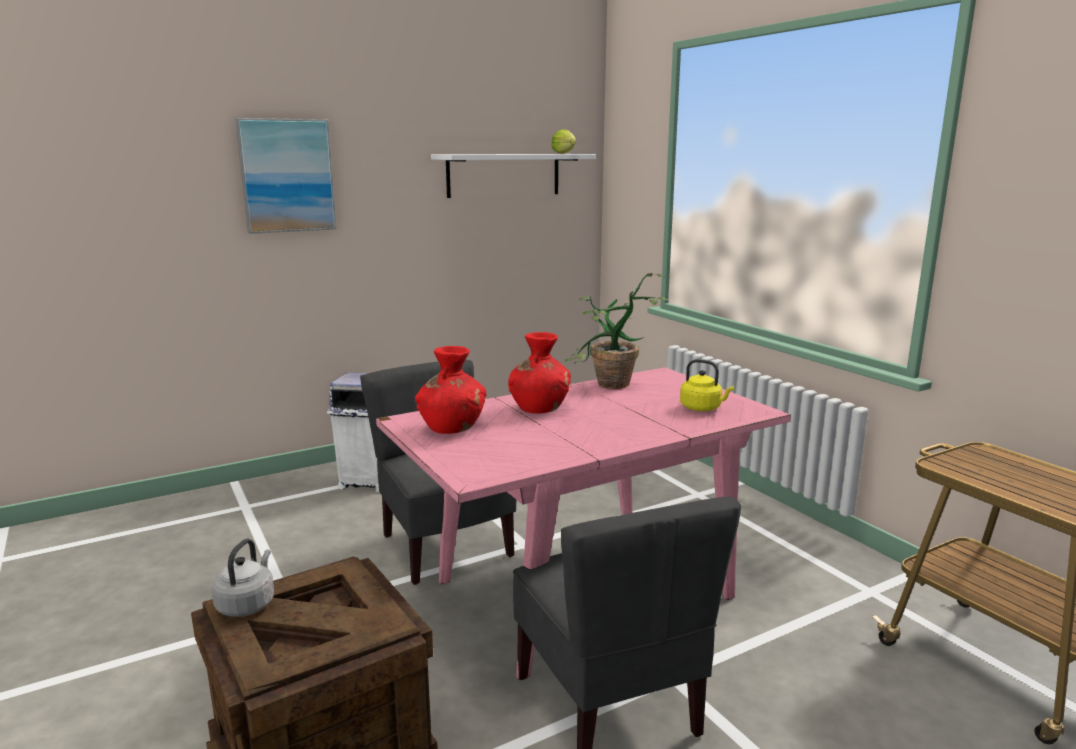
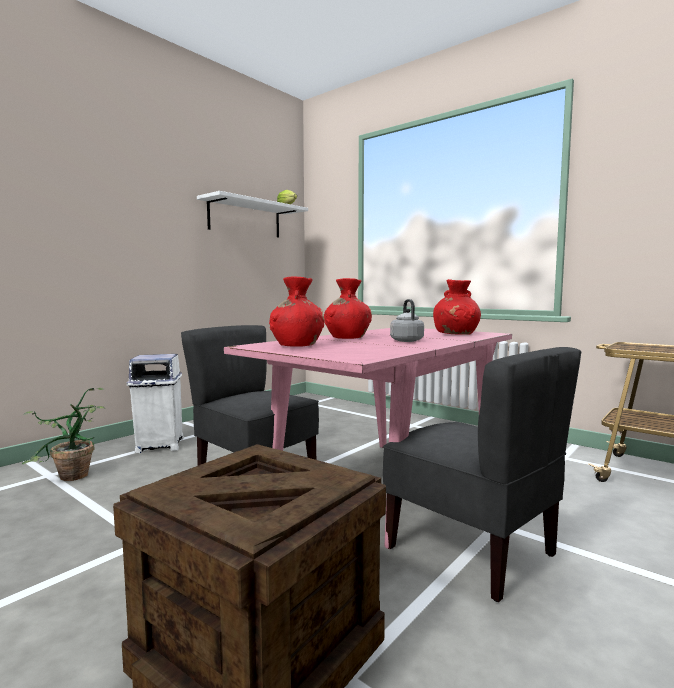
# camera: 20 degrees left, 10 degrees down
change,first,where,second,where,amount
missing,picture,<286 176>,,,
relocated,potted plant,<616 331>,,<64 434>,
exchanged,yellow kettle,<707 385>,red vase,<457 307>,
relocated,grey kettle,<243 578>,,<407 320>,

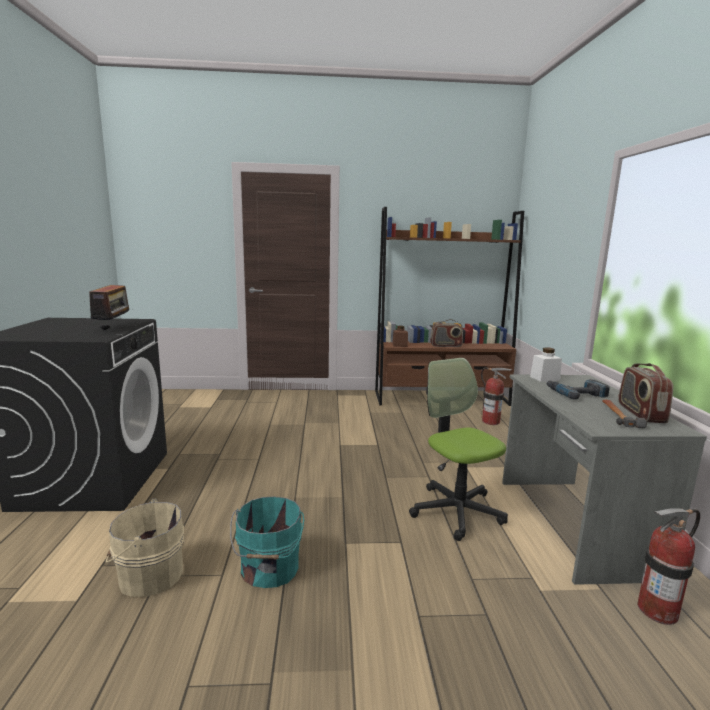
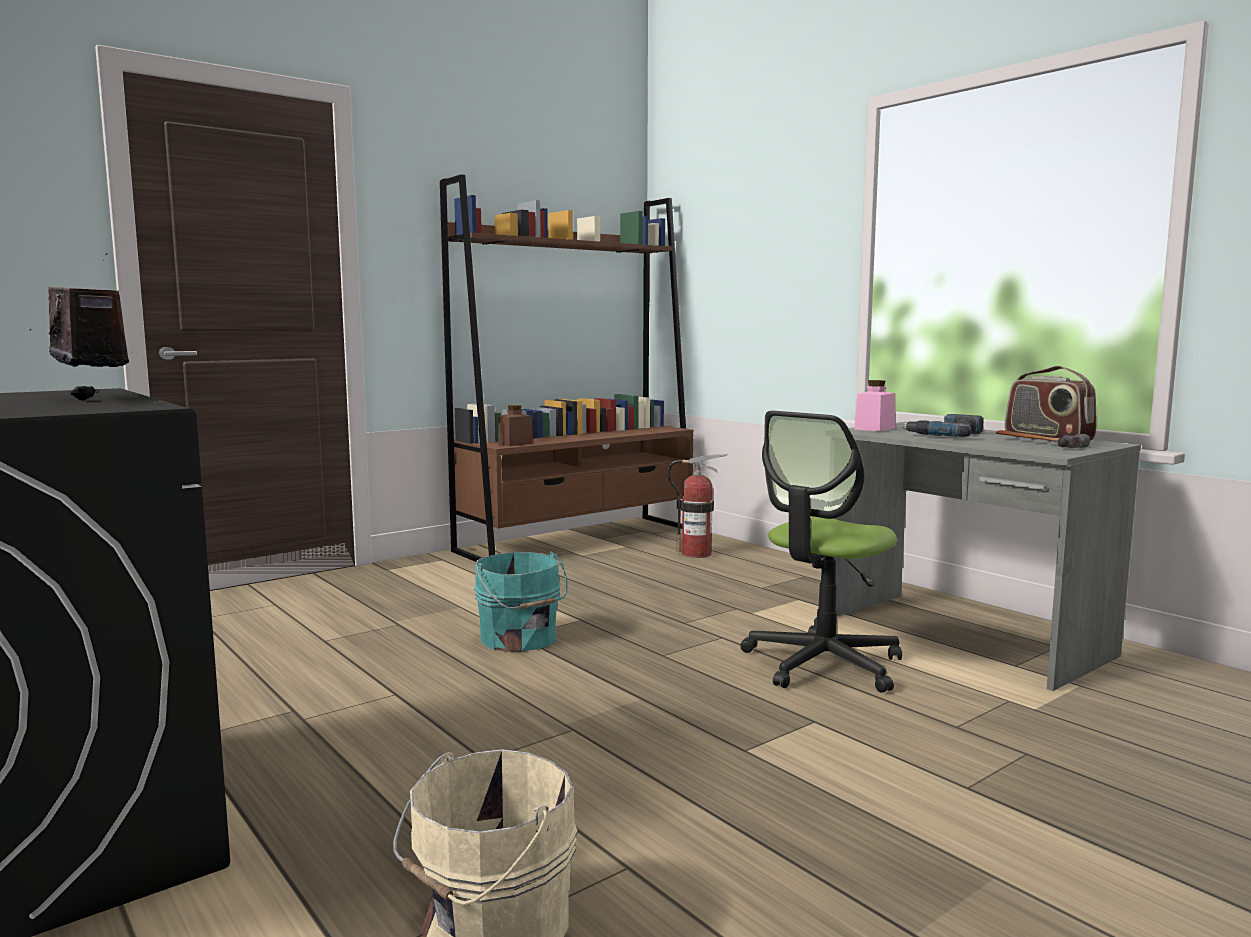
# camera: 35 degrees left, 5 degrees down
change,first,where,second,where,amount
missing,radio,<446 333>,,,
colour,white jar,<546 364>,pink jar,<874 406>,
spun,office chair,<458 449>,,<821 552>,75 degrees counterclockwise
relocated,turquoise bucket,<267 542>,,<521 601>,
missing,fire extinguisher,<668 566>,,,

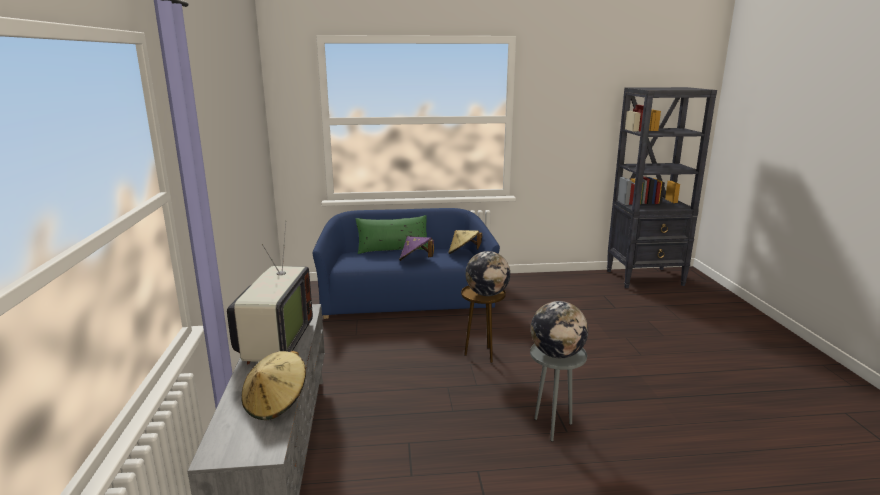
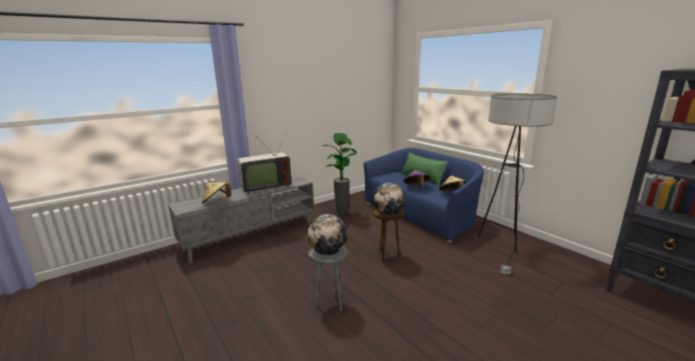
# camera: 60 degrees right, 0 degrees up
change,first,where,second,where,amount
appeared,,,floor lamp,<517 184>,
appeared,,,potted plant,<339 174>,

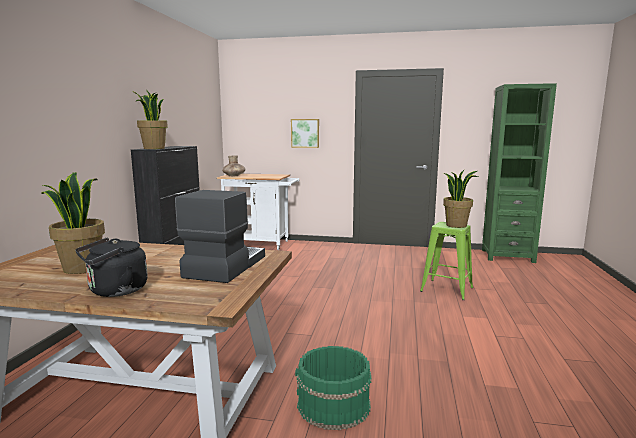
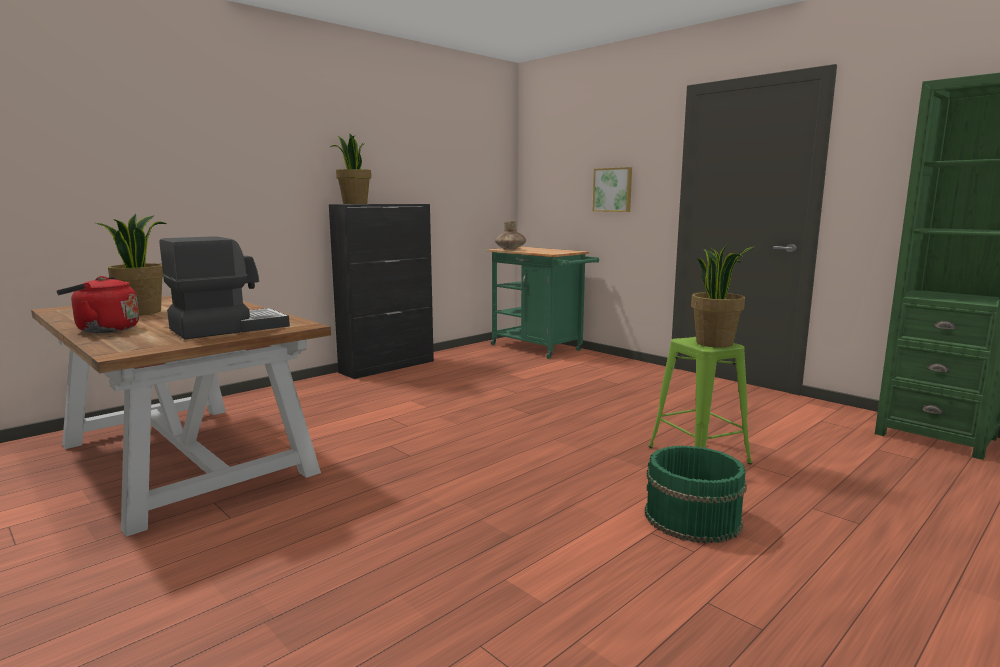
# camera: 35 degrees right, 0 degrees up
change,first,where,second,where,amount
colour,white cart,<258 211>,green cart,<542 303>,
colour,black kettle,<111 267>,red kettle,<97 304>,
relocated,green bucket,<333 388>,,<696 494>,

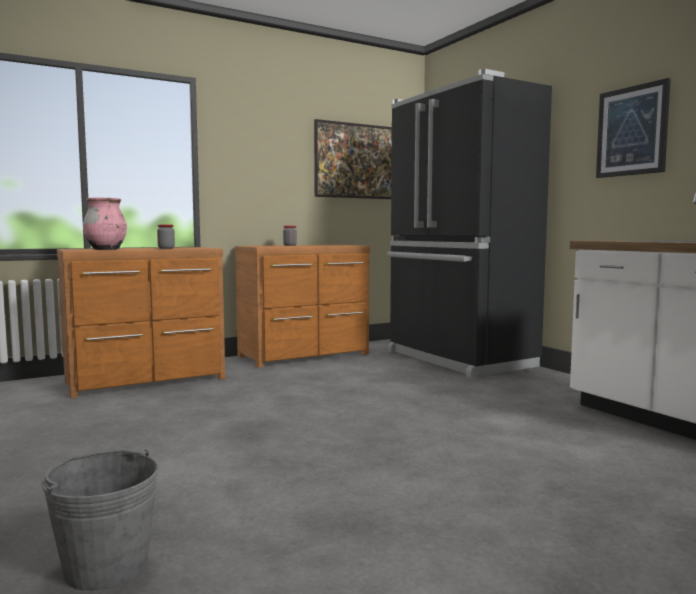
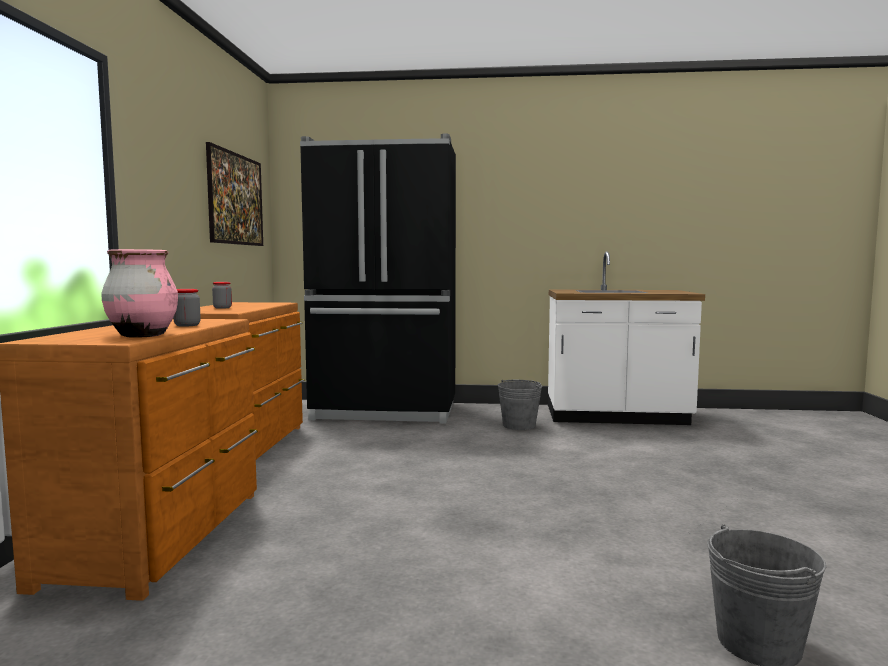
# camera: 55 degrees left, 0 degrees up
change,first,where,second,where,amount
missing,picture,<633 128>,,,
appeared,,,grey bucket,<520 405>,

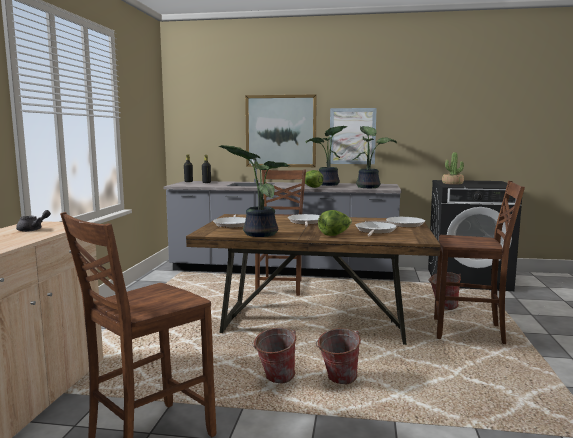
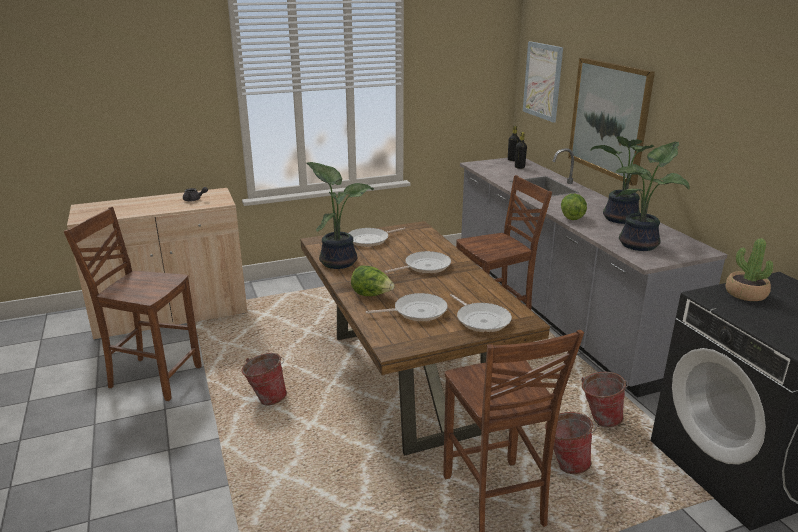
# camera: 60 degrees right, 15 degrees up
change,first,where,second,where,amount
relocated,picture,<353 136>,,<543 82>,
relocated,bucket,<338 356>,,<604 399>,

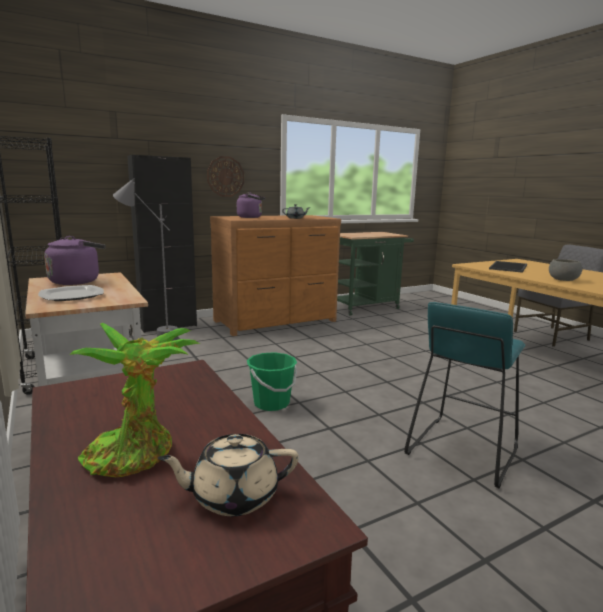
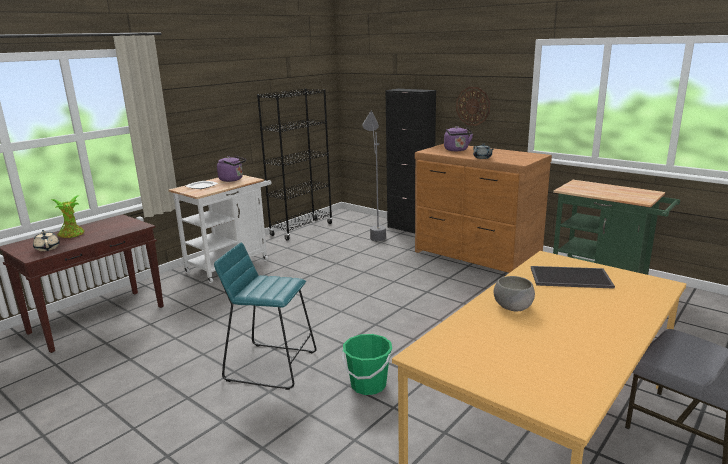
# camera: 70 degrees right, 5 degrees up
change,first,where,second,where,amount
relocated,green bucket,<272 381>,,<367 364>,

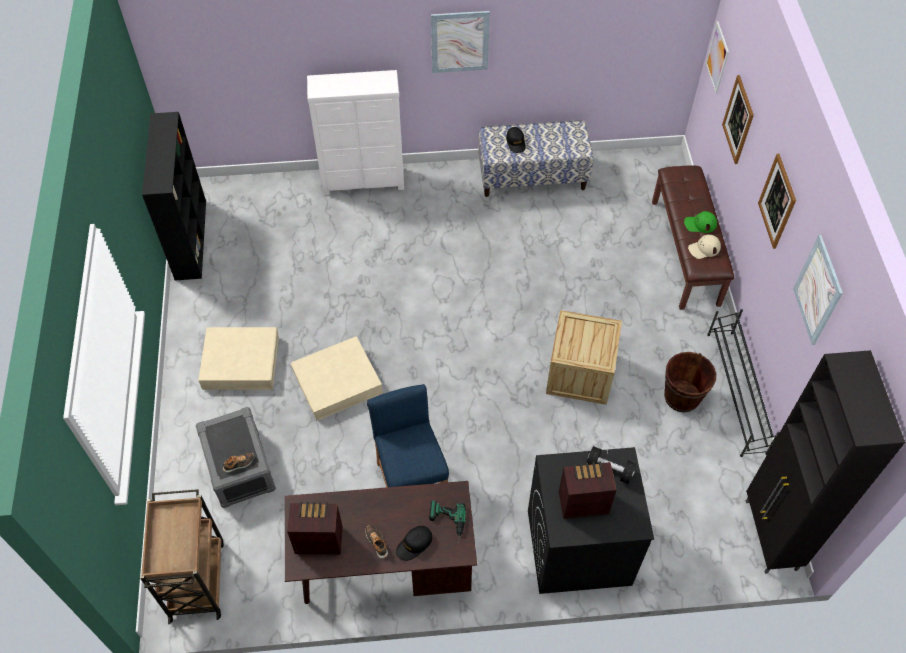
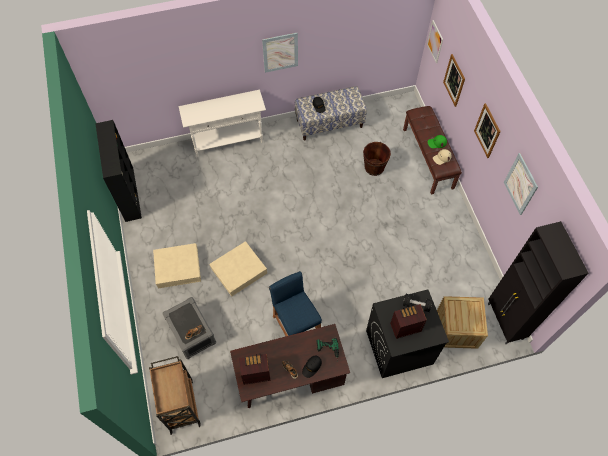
# camera: 10 degrees left, 5 degrees up
change,first,where,second,where,amount
exchanged,white dresser,<355 132>,white console table,<222 123>,
missing,black shoe rack,<743 383>,,,
relocated,crate,<584 357>,,<462 322>,
relocated,brown bucket,<690 382>,,<377 159>,

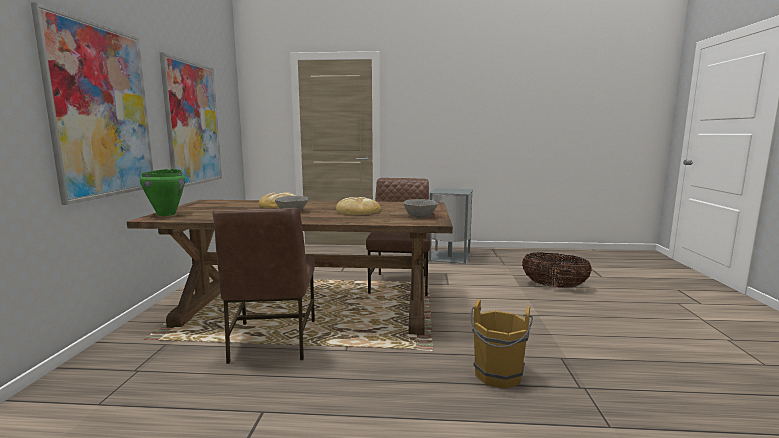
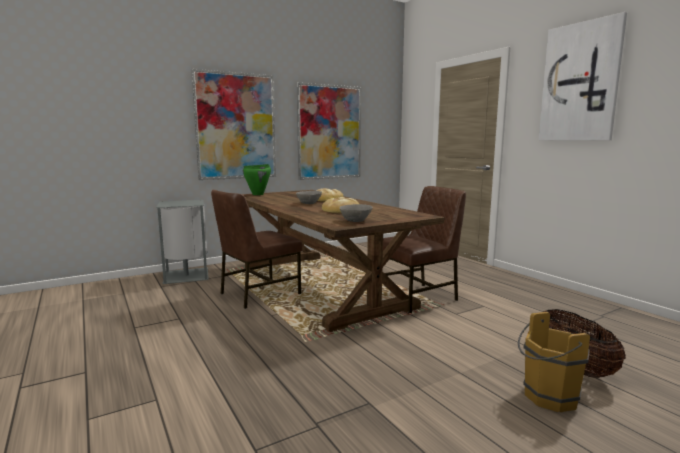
# camera: 55 degrees right, 0 degrees up
change,first,where,second,where,amount
relocated,grey trash can,<451 226>,,<182 242>,
relocated,brown bucket,<502 344>,,<554 362>,
appeared,,,picture,<582 76>,

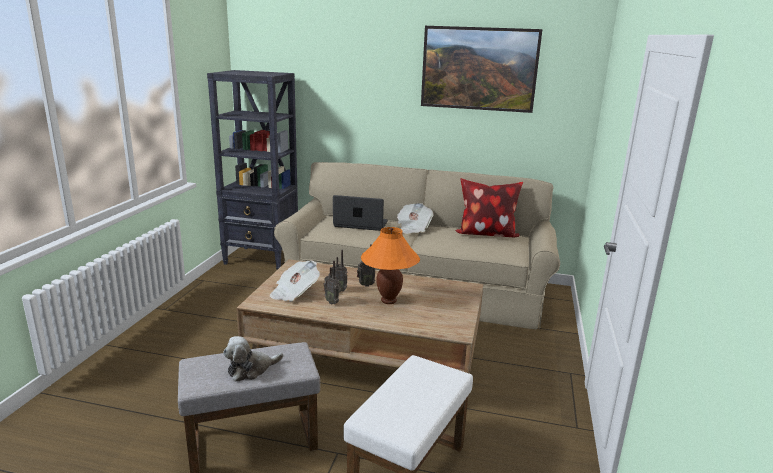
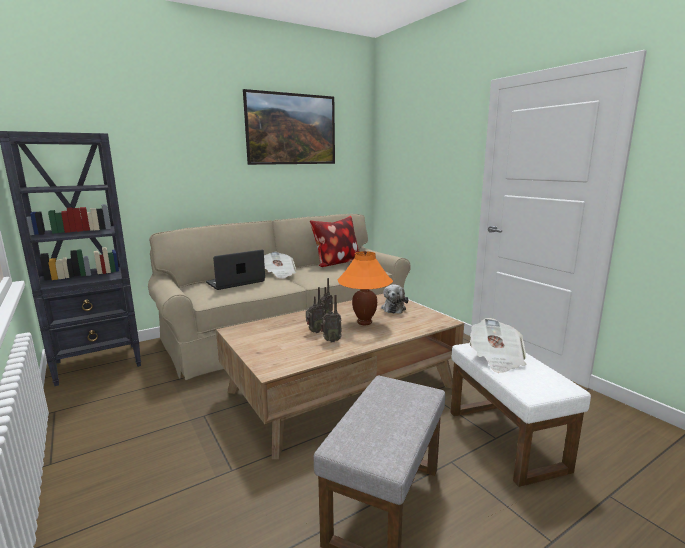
# camera: 45 degrees left, 5 degrees down
change,first,where,second,where,amount
relocated,newspaper,<294 280>,,<498 345>,
relocated,plush toy,<253 359>,,<394 299>,

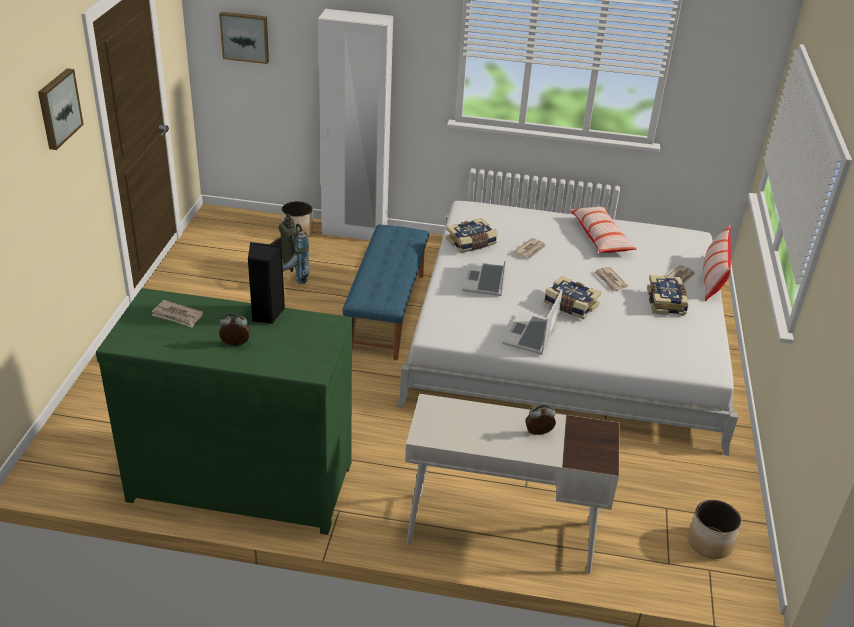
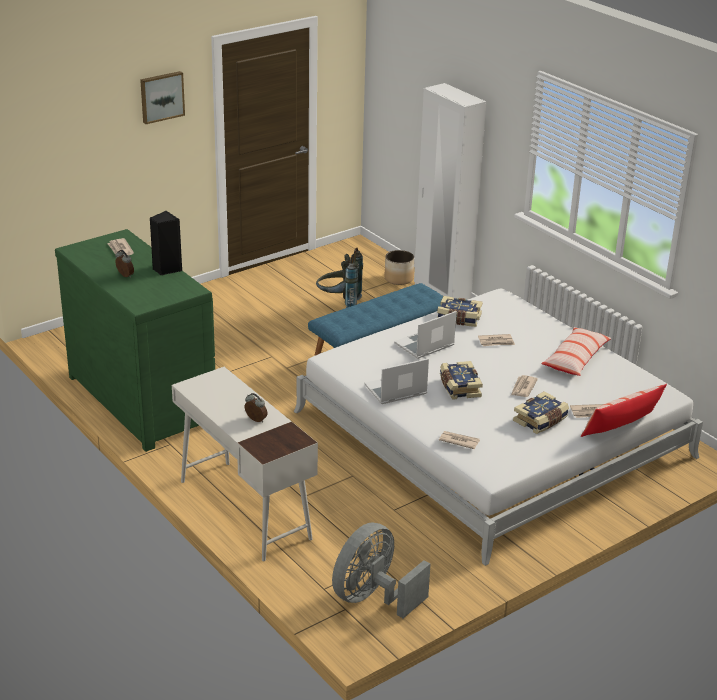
# camera: 45 degrees right, 5 degrees down
change,first,where,second,where,amount
missing,picture,<244 38>,,,
exchanged,planter,<715 529>,grey fan,<381 570>,
appeared,,,newspaper,<459 440>,

